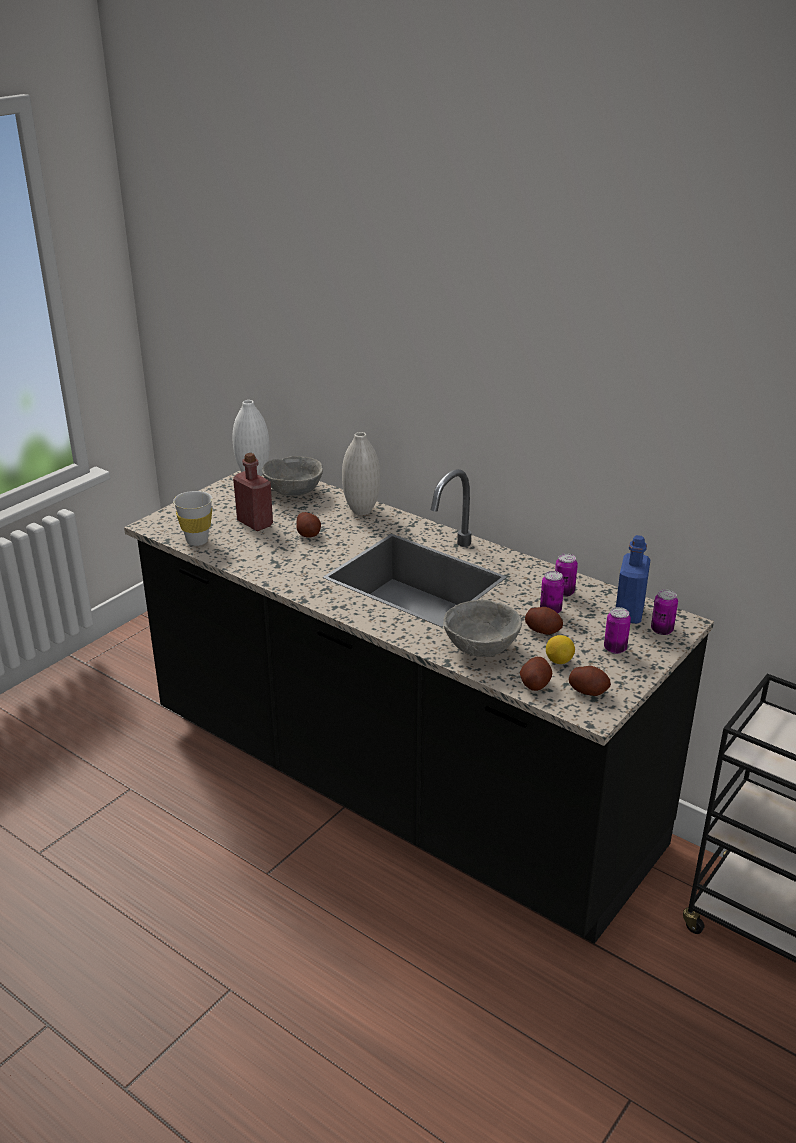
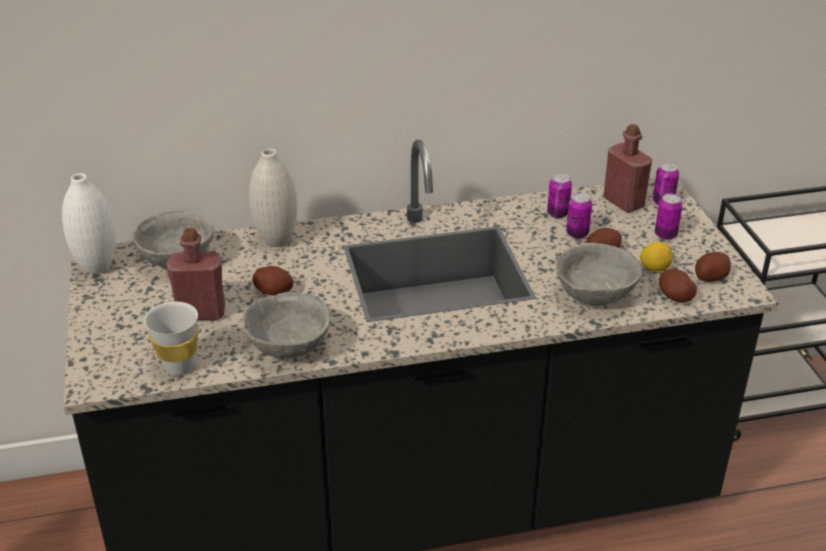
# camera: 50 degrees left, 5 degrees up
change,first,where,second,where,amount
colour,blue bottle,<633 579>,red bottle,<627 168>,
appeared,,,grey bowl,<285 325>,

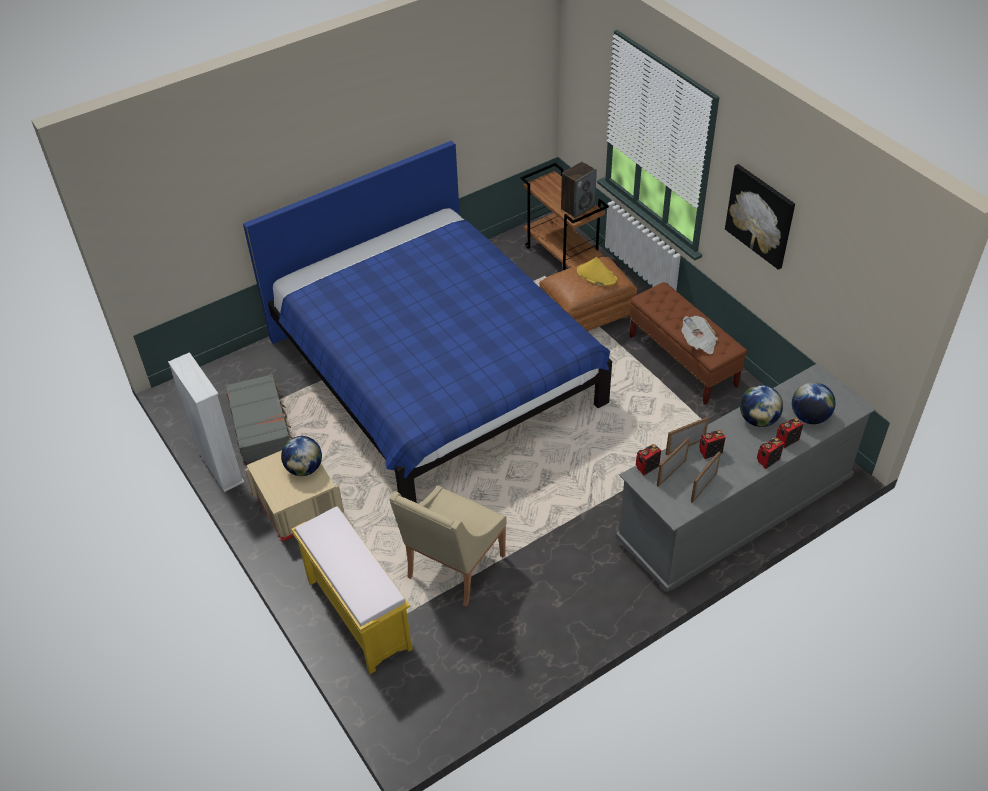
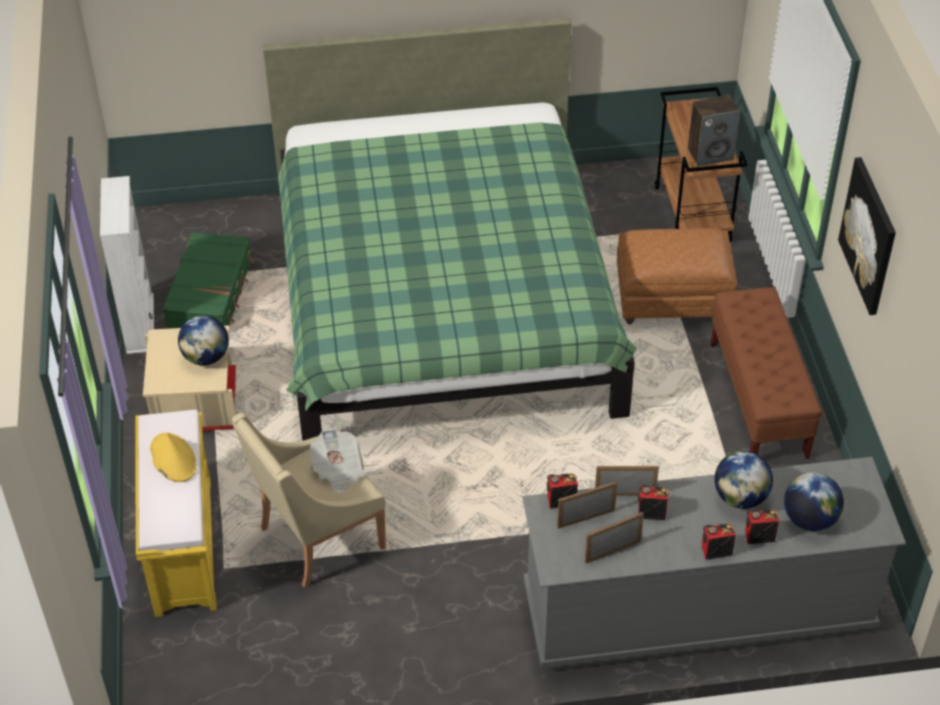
# camera: 25 degrees right, 0 degrees up
change,first,where,second,where,amount
colour,blue bed,<427 322>,green bed,<450 229>,
relocated,yellow hat,<597 271>,,<173 457>,
relocated,newspaper,<699 335>,,<337 460>,
colour,grey suitcase,<259 418>,green suitcase,<208 280>,

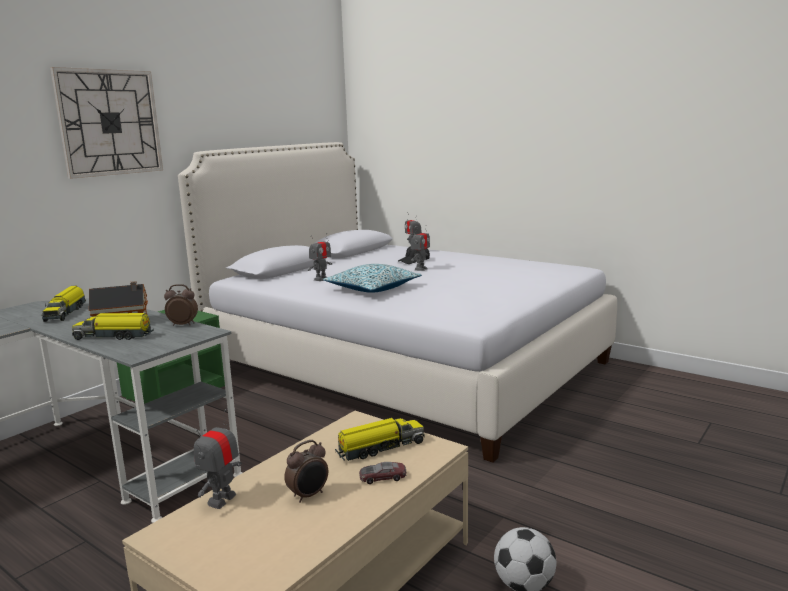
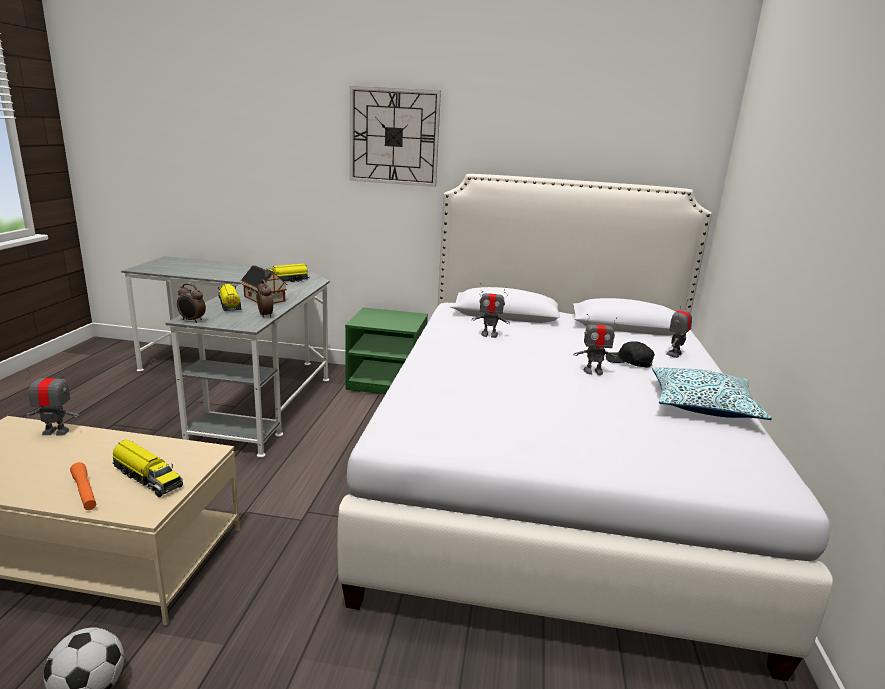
# camera: 60 degrees right, 5 degrees up
change,first,where,second,where,amount
relocated,pillow,<372 278>,,<712 393>,
relocated,alarm clock,<306 471>,,<191 303>,
exchanged,toy car,<382 473>,orange flashlight,<83 486>,

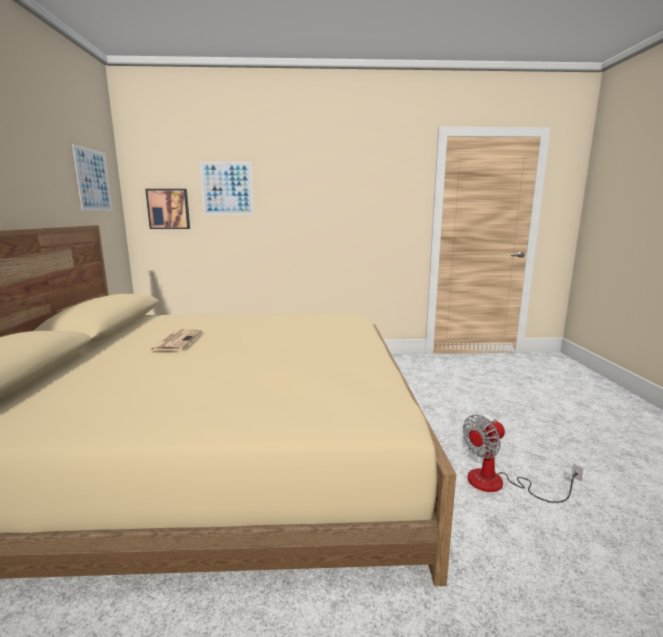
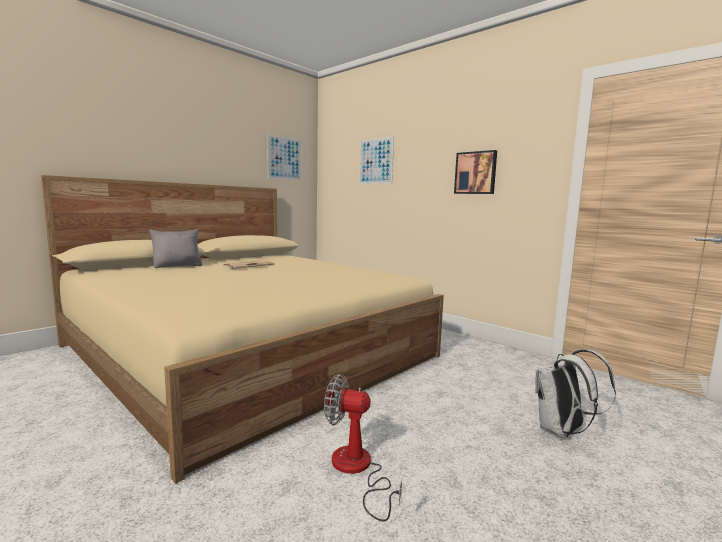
# camera: 45 degrees right, 5 degrees down
change,first,where,second,where,amount
relocated,picture,<167 209>,,<475 172>,
appeared,,,grey pillow,<175 248>,
appeared,,,white backpack,<575 393>,

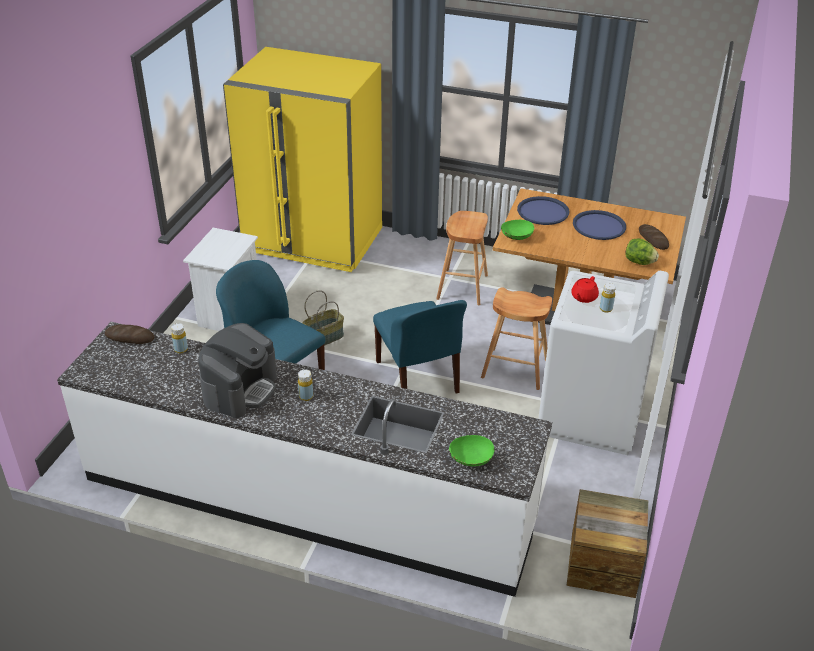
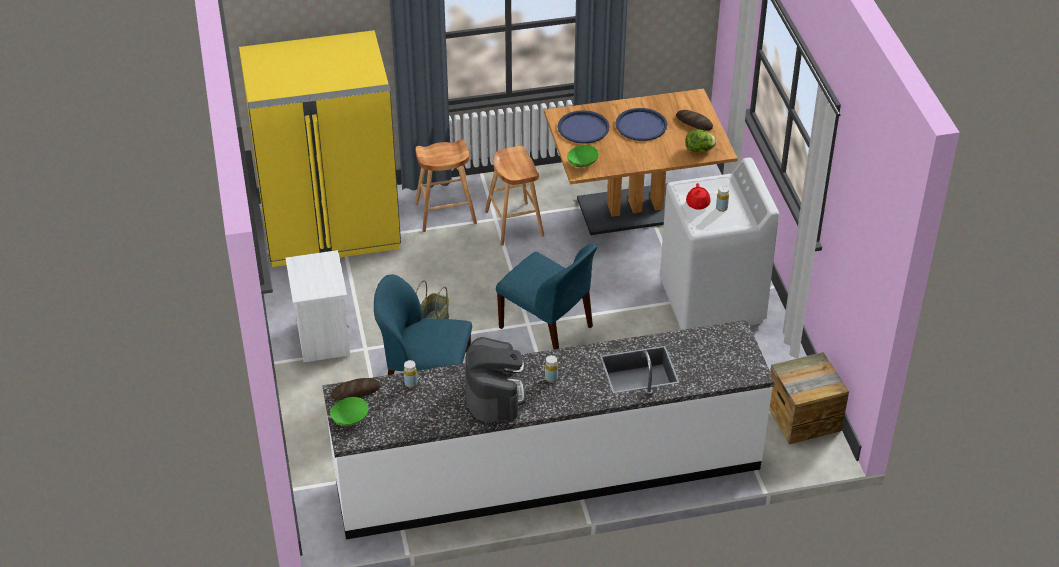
# camera: 30 degrees left, 5 degrees up
change,first,where,second,where,amount
relocated,brown stool,<516 338>,,<446 186>,
relocated,green bowl,<471 450>,,<349 411>,

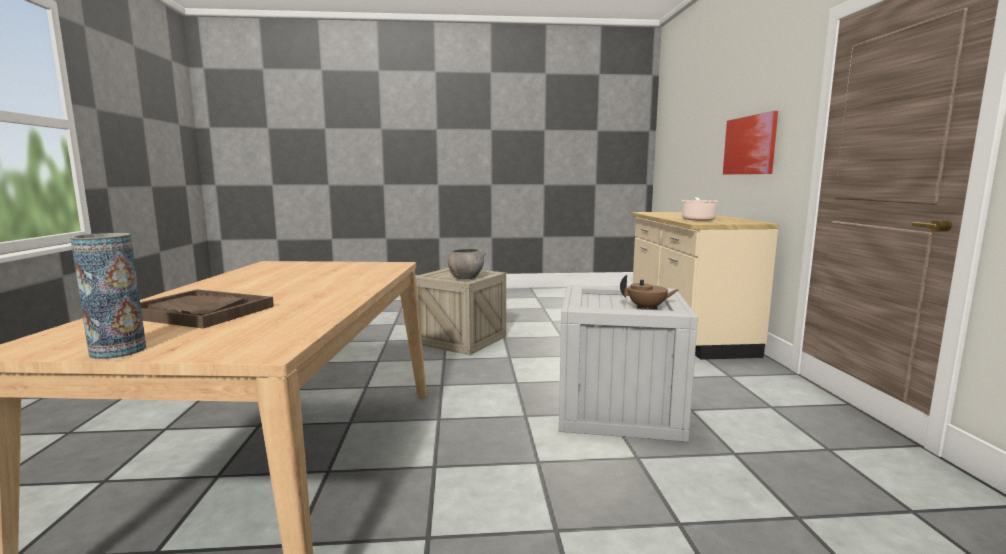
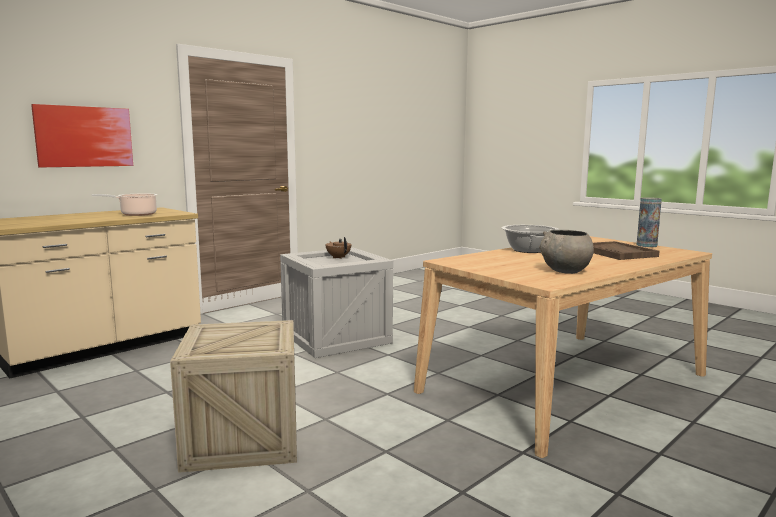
# camera: 130 degrees left, 0 degrees up
change,first,where,second,where,amount
relocated,grey bowl,<467 263>,,<566 252>,
appeared,,,cooking pot,<530 239>,

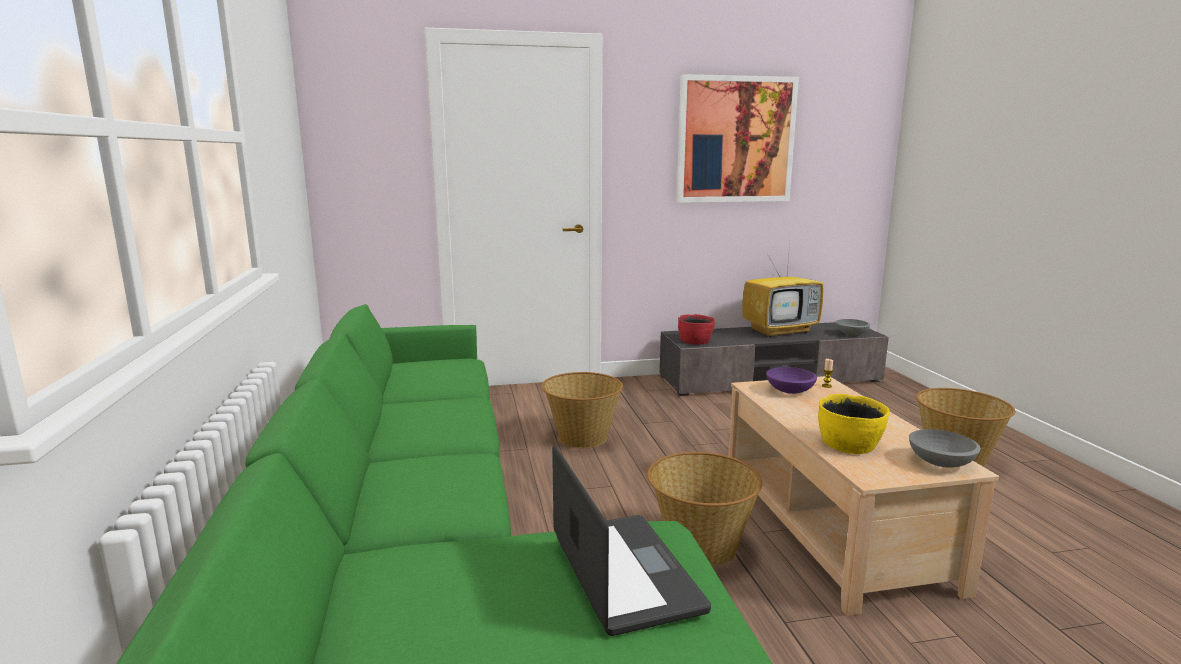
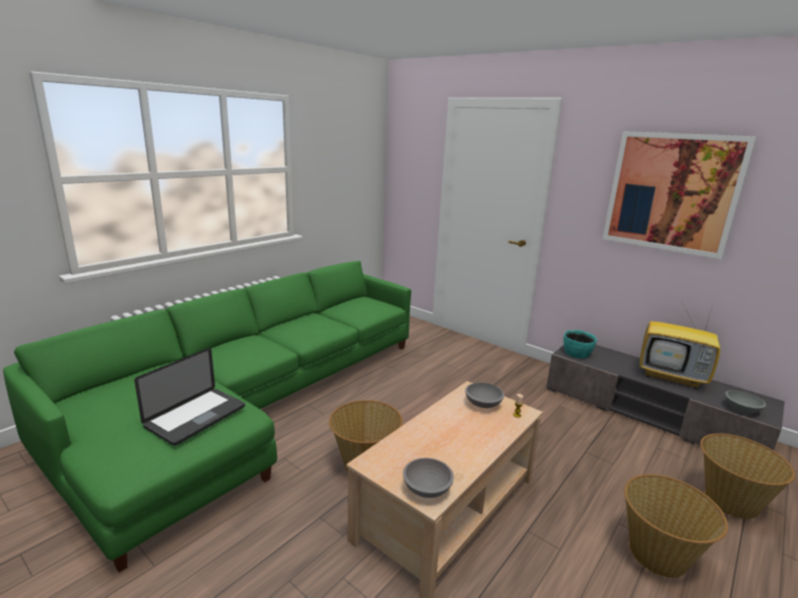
# camera: 50 degrees right, 5 degrees up
change,first,where,second,where,amount
colour,red bowl,<696 329>,turquoise bowl,<580 344>,
colour,purple bowl,<791 380>,grey bowl,<484 395>,
relocated,basket,<582 410>,,<747 476>,
missing,yellow bowl,<854 424>,,,

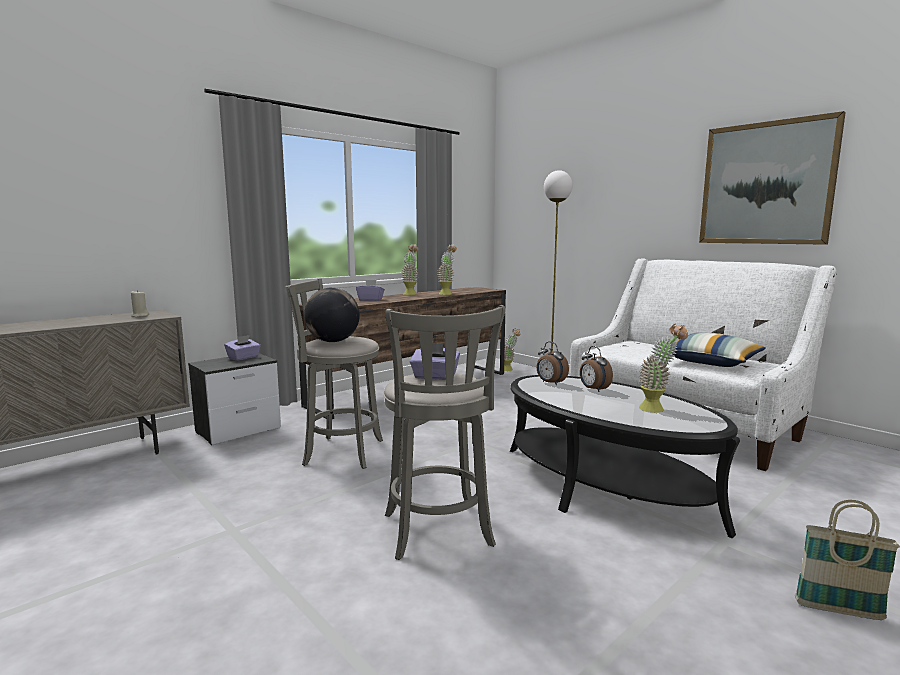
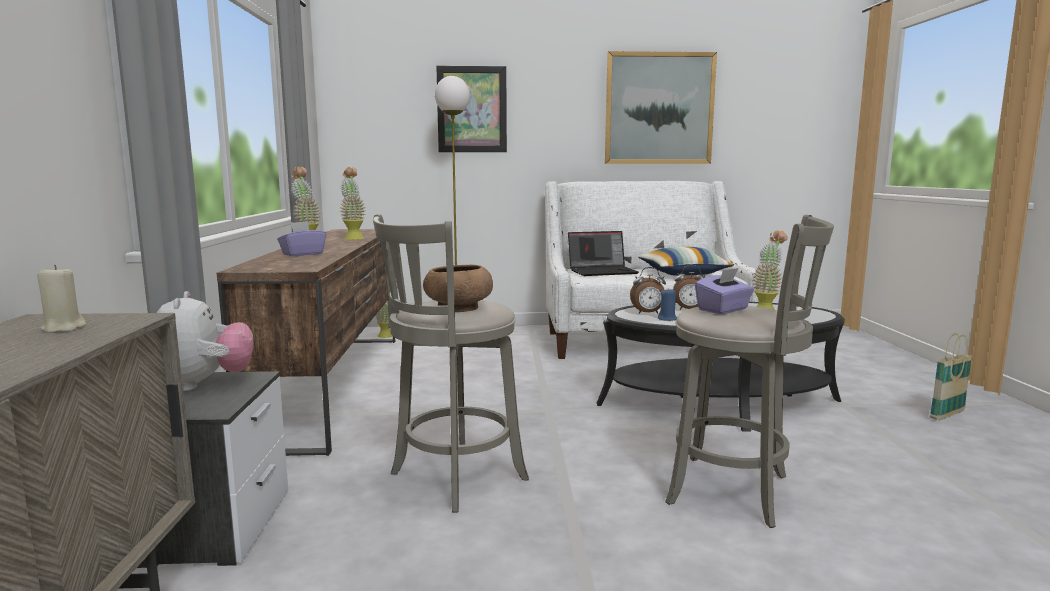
# camera: 50 degrees left, 0 degrees up
change,first,where,second,where,amount
exchanged,globe,<332 314>,brown bowl,<458 288>,
exchanged,purple tissue box,<242 348>,plush toy,<205 341>,
appeared,,,picture,<471 109>,
appeared,,,laptop,<603 253>,
appeared,,,blue candle,<667 304>,

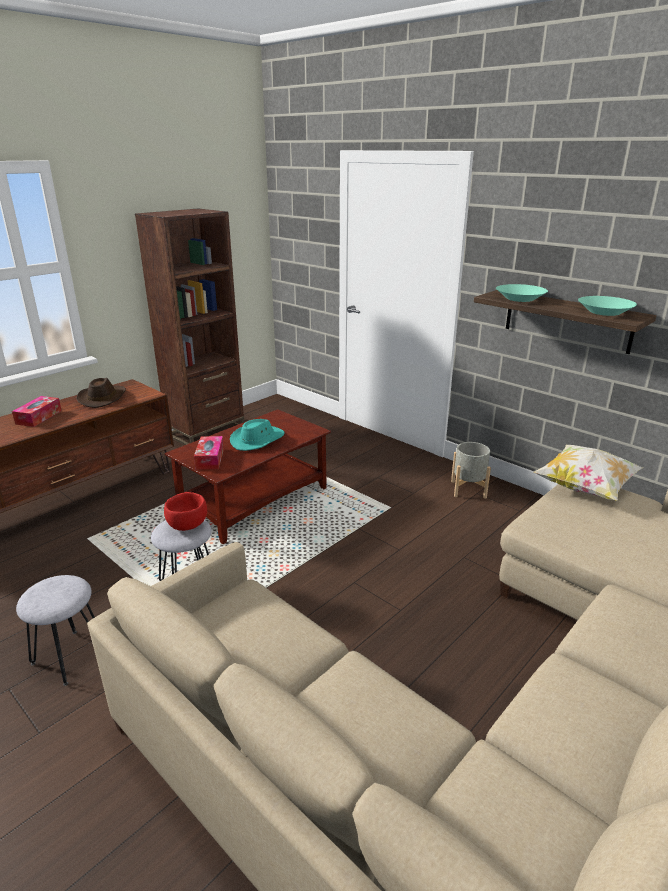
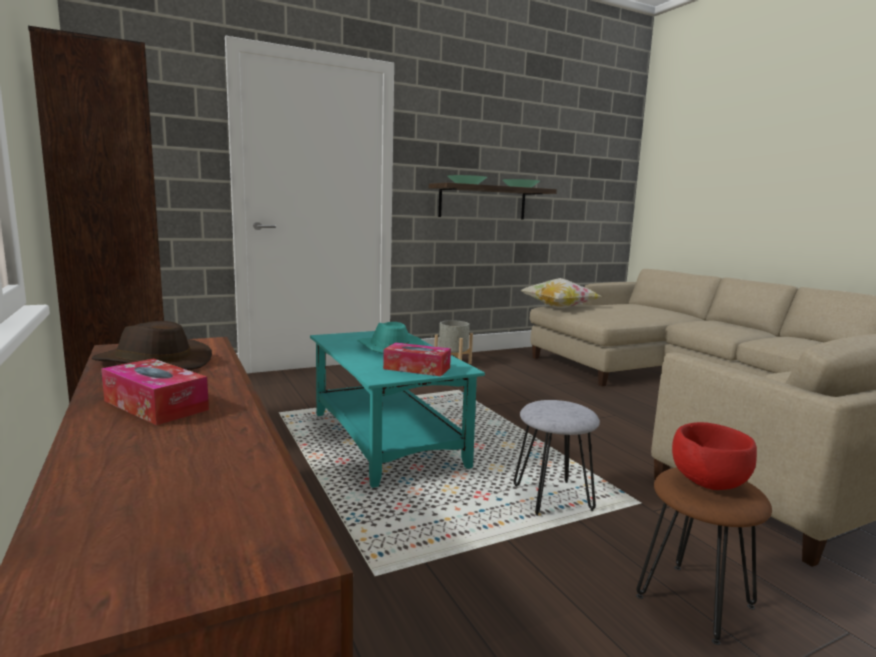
# camera: 70 degrees left, 15 degrees down
change,first,where,second,where,amount
colour,brown coffee table,<248 476>,turquoise coffee table,<397 409>,
relocated,red bowl,<185 511>,,<714 456>,
colour,grey stool,<55 630>,brown stool,<704 556>,

